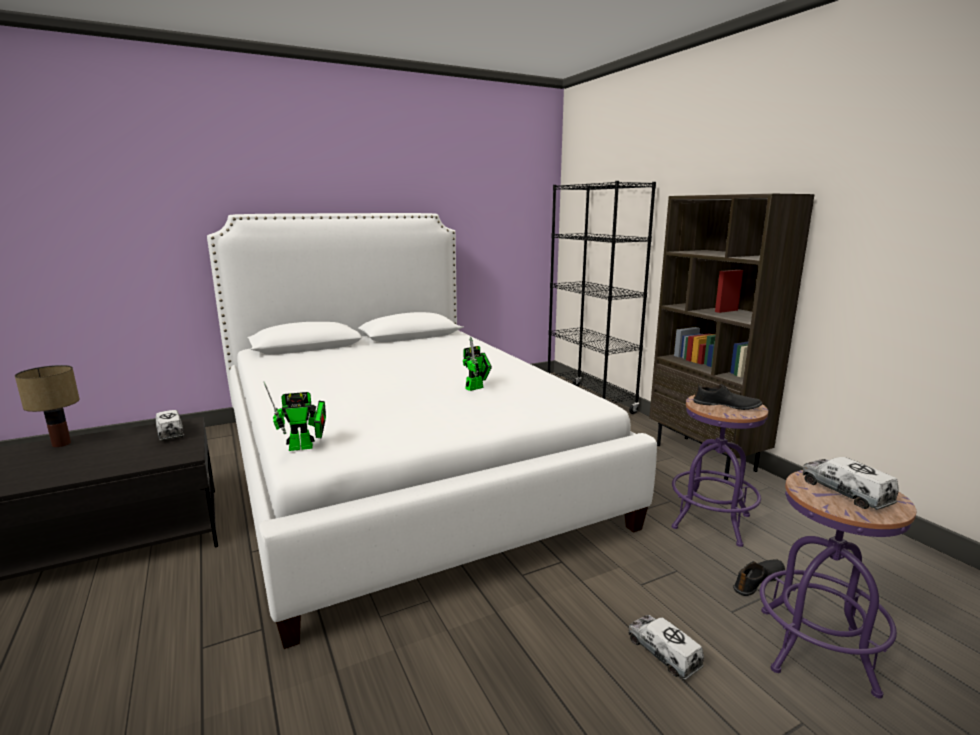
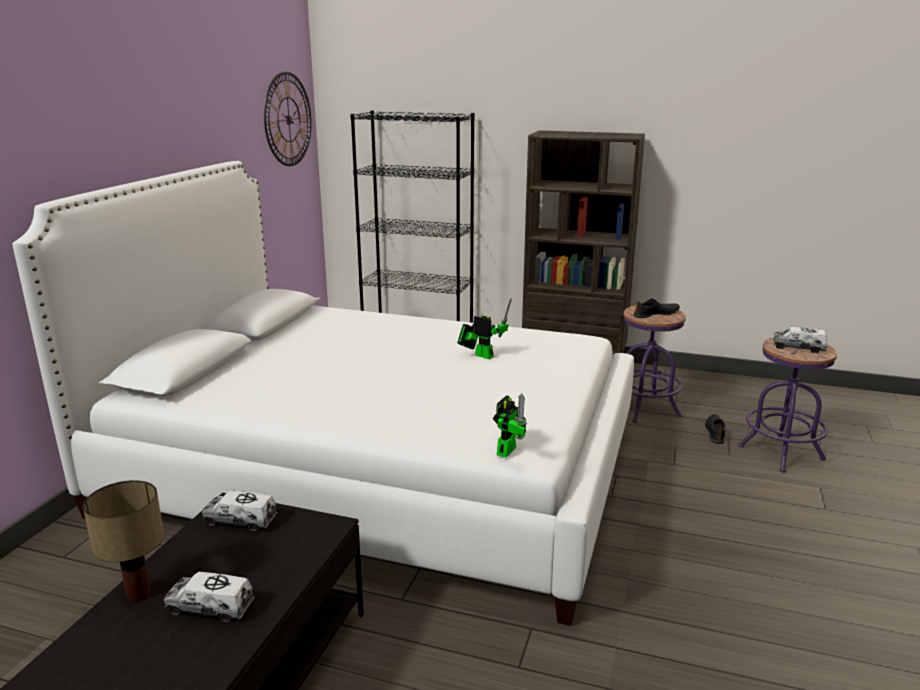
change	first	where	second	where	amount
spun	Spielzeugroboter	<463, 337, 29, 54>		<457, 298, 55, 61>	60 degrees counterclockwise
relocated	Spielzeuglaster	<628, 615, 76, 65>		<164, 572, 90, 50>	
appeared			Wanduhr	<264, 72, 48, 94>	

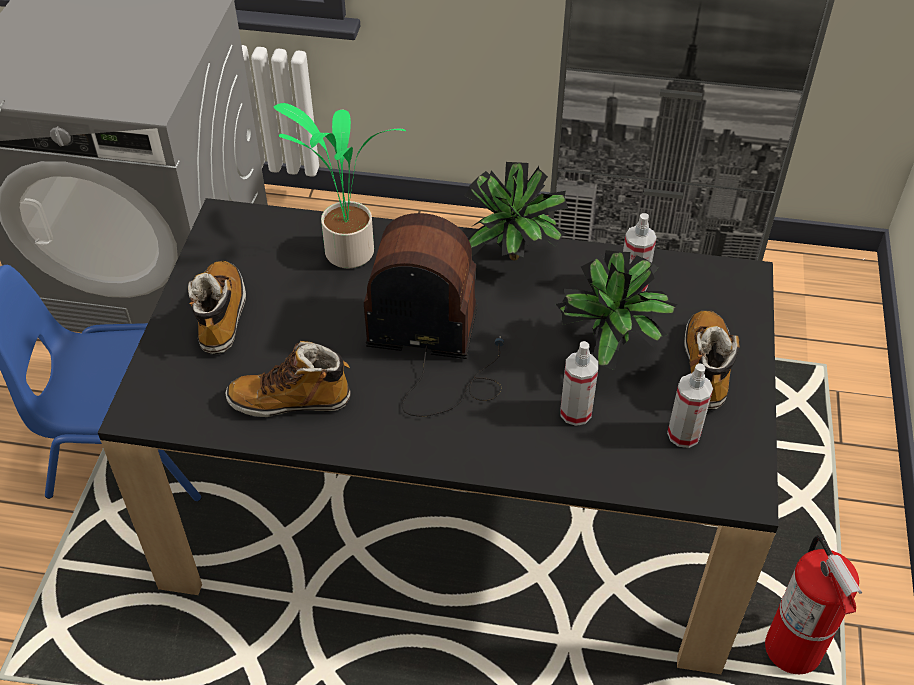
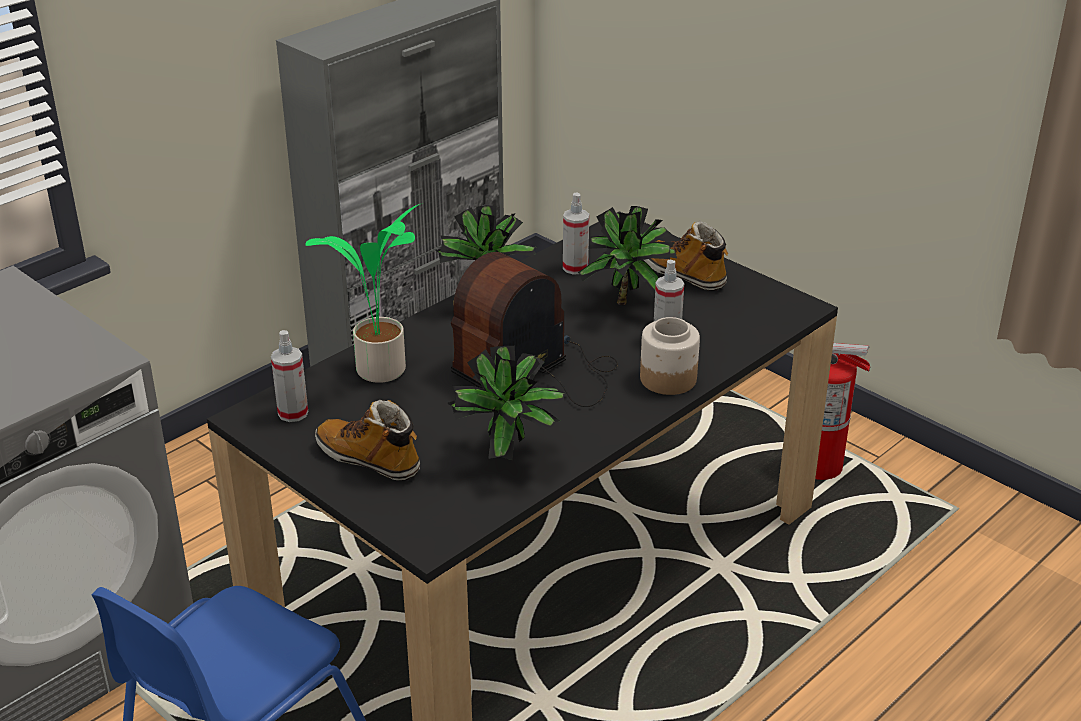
change	first	where	second	where	amount
exchanged	Stiefel	<225, 341, 126, 76>	Topfpflanze	<447, 346, 119, 114>	
relocated	Sprühflasche	<667, 363, 46, 85>		<271, 330, 37, 92>	
appeared			Vorratsglas	<640, 317, 60, 78>	

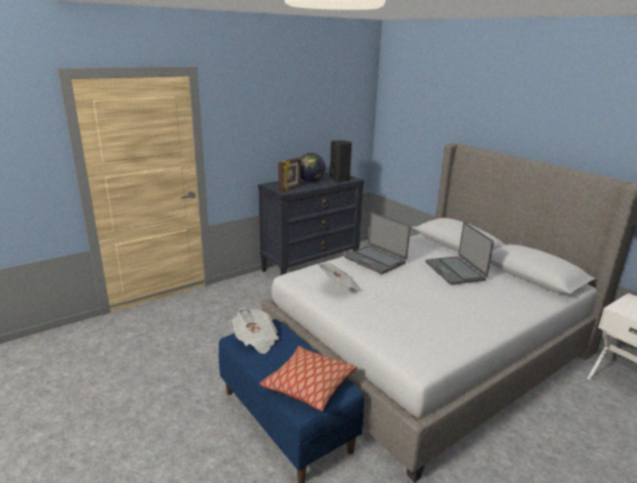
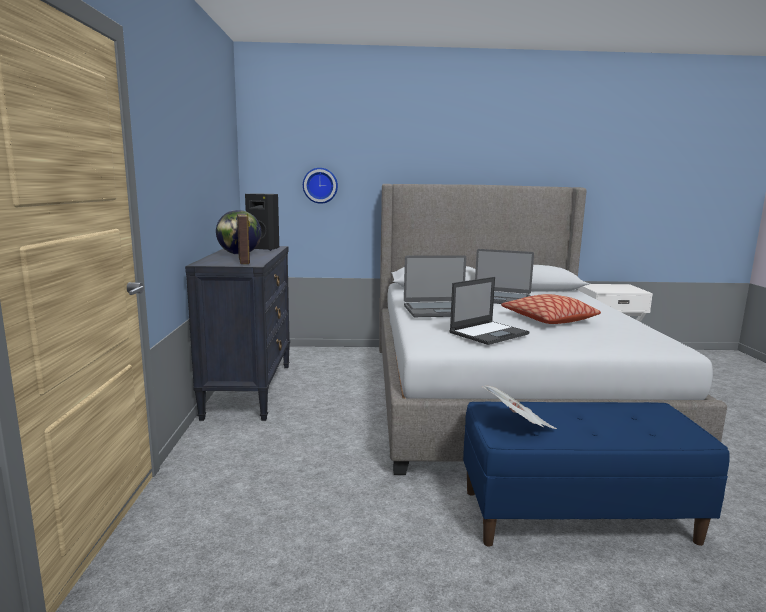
change	first	where	second	where	amount
relocated	Kissen	<260, 346, 97, 65>		<501, 294, 100, 30>	
exchanged	Zeitung	<318, 263, 44, 27>	Laptop	<449, 277, 81, 68>	
appeared			Wanduhr	<303, 168, 35, 36>	

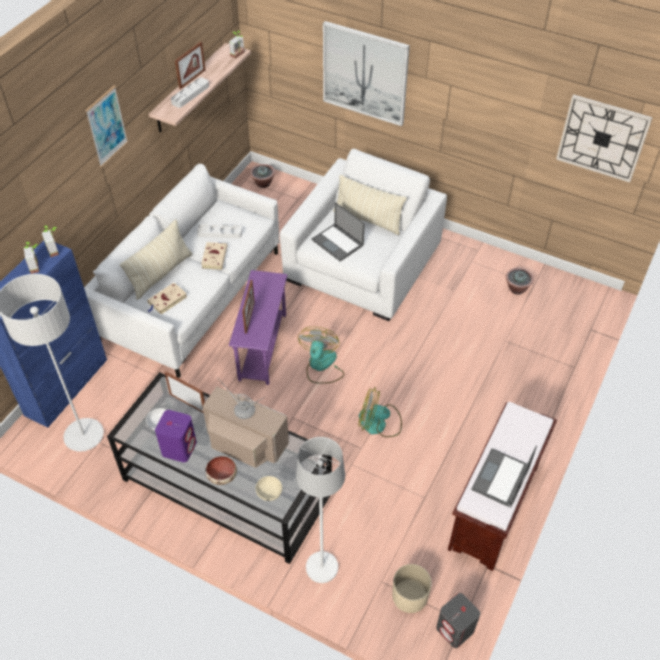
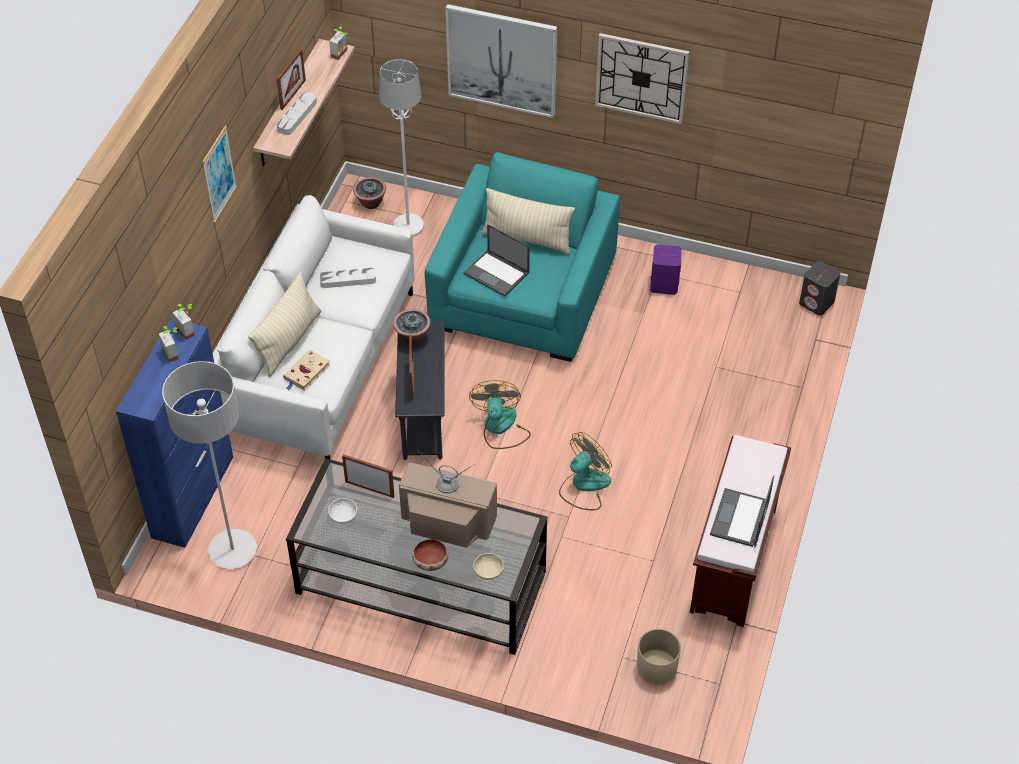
change	first	where	second	where	amount
relocated	Lautsprecher/lila	<155, 410, 41, 52>		<650, 245, 32, 50>	
missing	Buch/beige	<201, 242, 27, 28>			
colour	Beistelltisch/lila	<229, 270, 58, 115>	Beistelltisch/grau	<395, 321, 49, 139>	
colour	Sessel/weiß	<280, 149, 167, 172>	Sessel/türkis	<425, 152, 195, 210>	
relocated	Stehlampe/weiß	<296, 437, 49, 146>		<379, 59, 45, 178>	
spun	Ventilator	<358, 387, 44, 50>		<559, 432, 53, 78>	135 degrees clockwise
relocated	Lautsprecher/grau	<436, 593, 44, 55>		<799, 261, 41, 54>	
relocated	Topfpflanze	<506, 268, 28, 27>		<393, 309, 38, 36>	
relocated	Wanduhr	<556, 94, 97, 89>		<595, 33, 95, 91>	

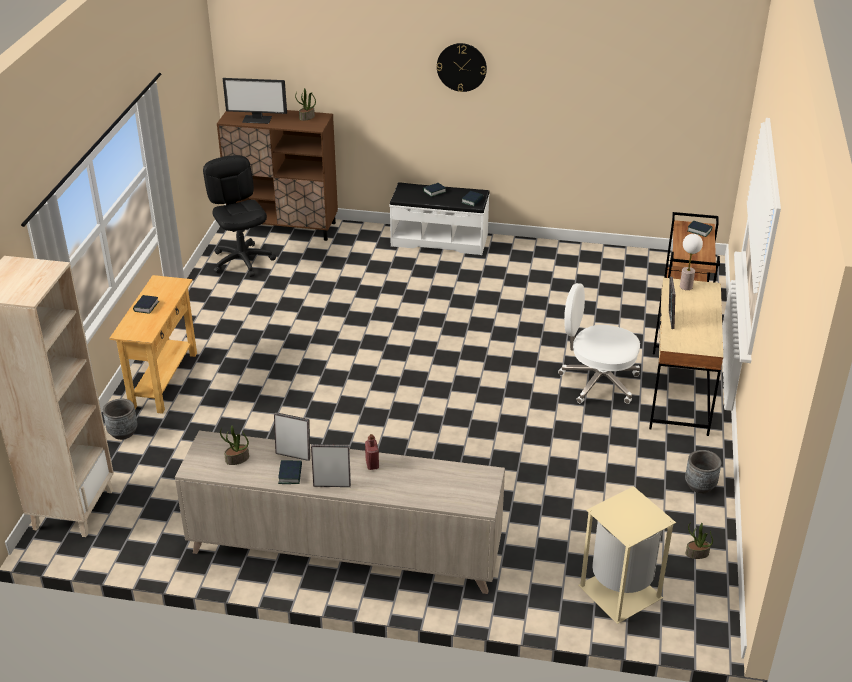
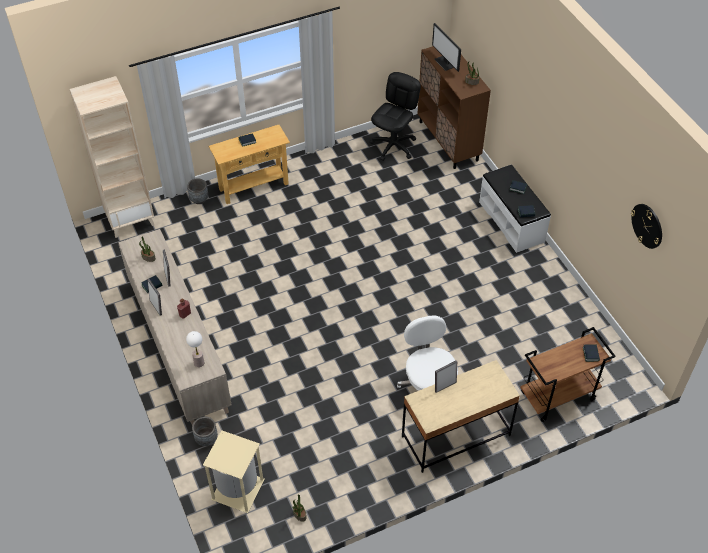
change	first	where	second	where	amount
relocated	Wanduhr	<437, 43, 50, 49>		<631, 204, 31, 45>	
relocated	Tischlampe	<680, 234, 23, 56>		<186, 331, 18, 36>	
relocated	Pflanzkübel/grau	<685, 450, 36, 43>		<192, 417, 26, 29>	

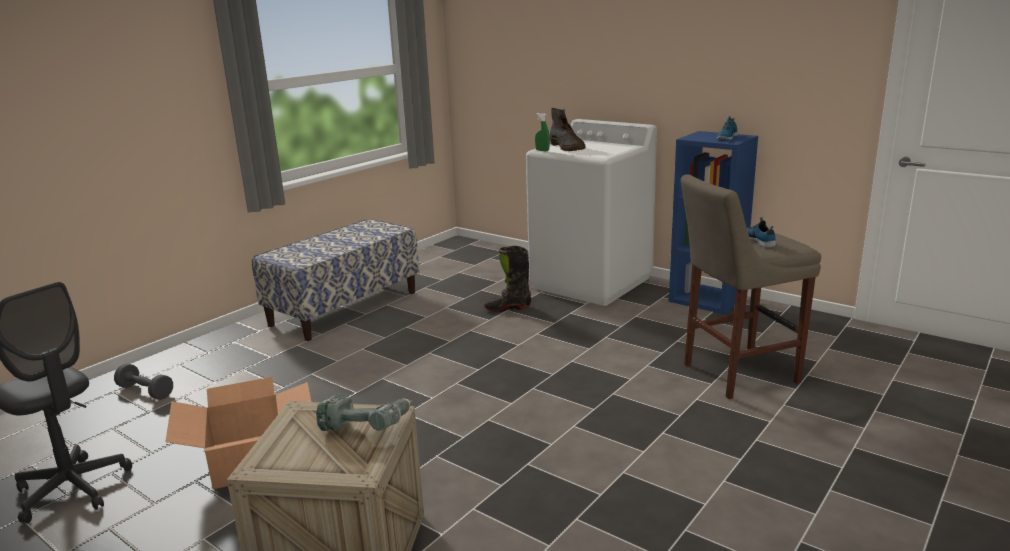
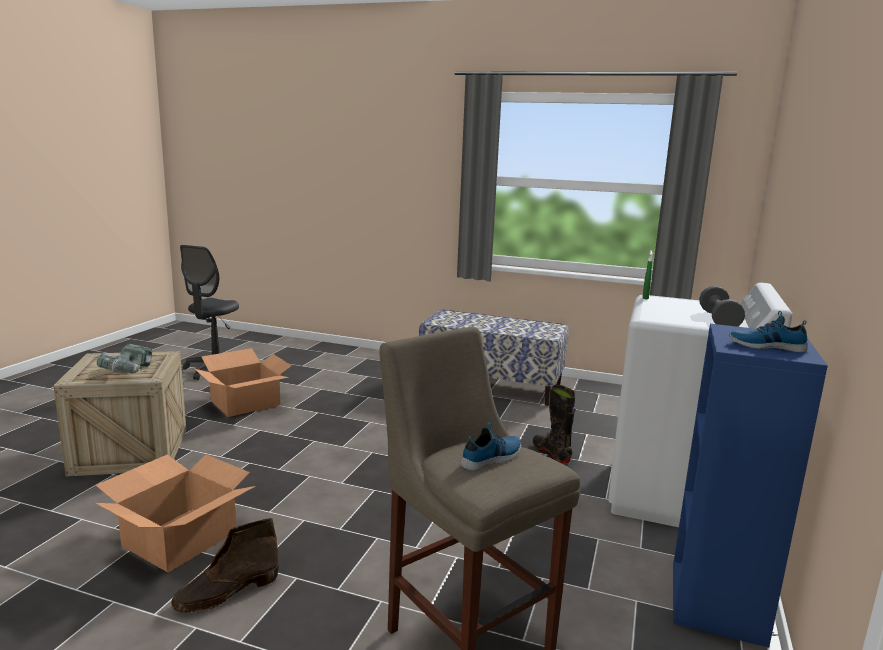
change	first	where	second	where	amount
relocated	Hantel/grau	<114, 363, 59, 37>		<699, 286, 46, 41>	
relocated	Stiefel/braun	<550, 108, 36, 43>		<171, 518, 108, 95>	
appeared			Karton	<95, 454, 161, 119>	

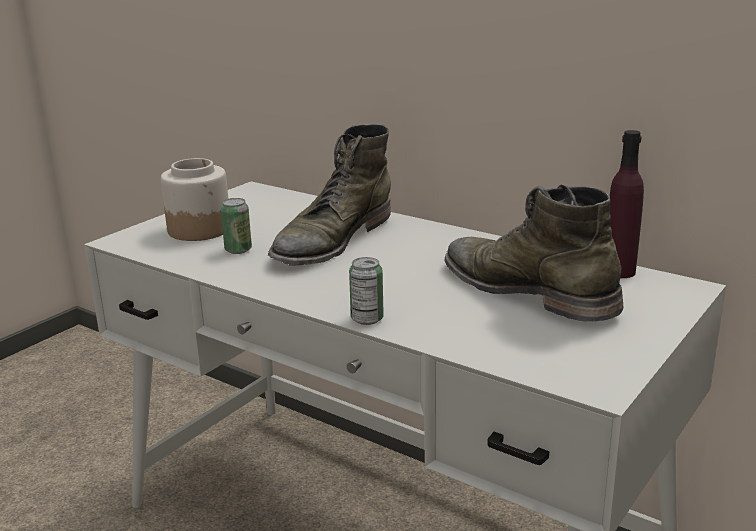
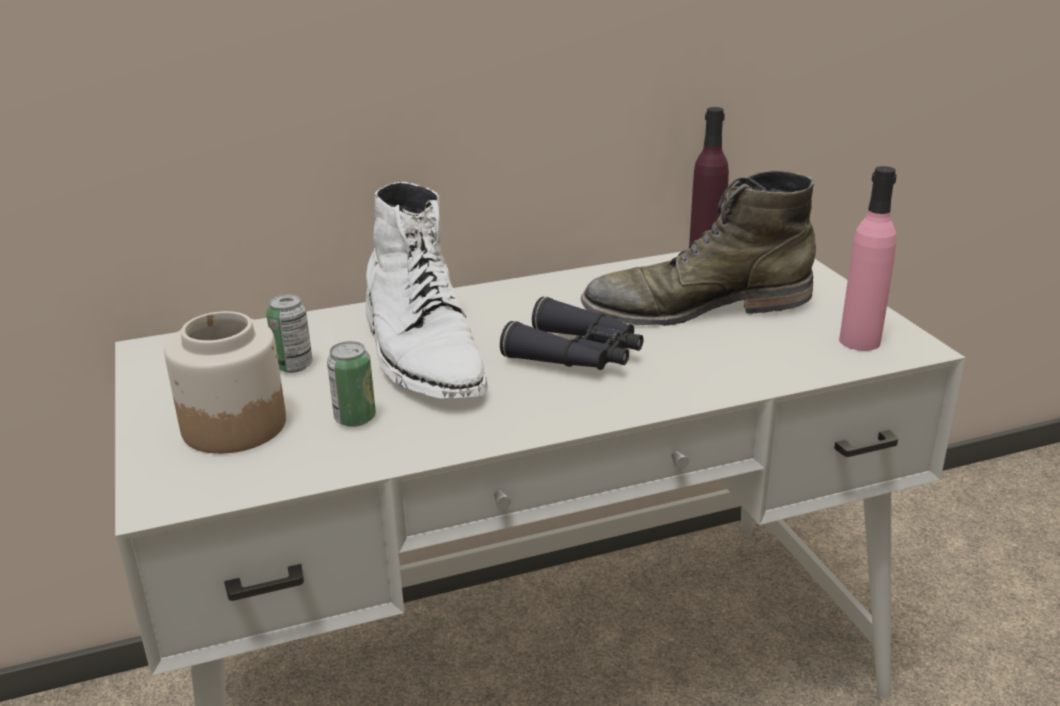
change	first	where	second	where	amount
colour	Stiefel/grün	<268, 124, 123, 142>	Stiefel/weiß	<366, 182, 122, 217>	
relocated	Dose	<349, 257, 35, 68>		<266, 294, 47, 79>	
appeared			Fernglas/schwarz	<500, 297, 144, 73>	
appeared			Flasche/rosa	<839, 166, 58, 185>	

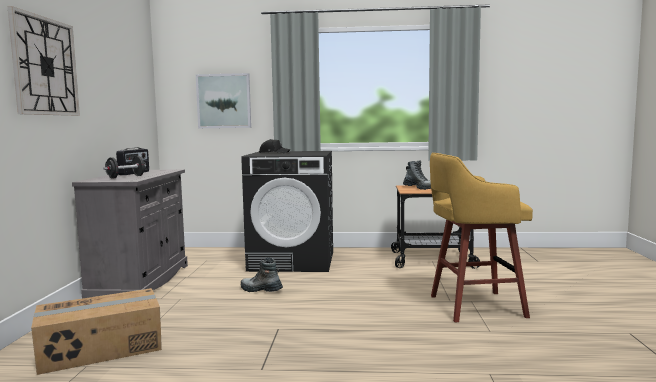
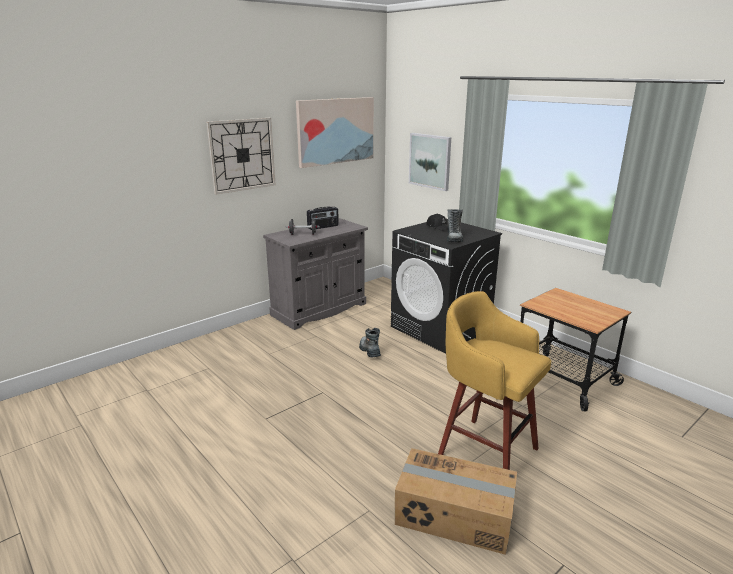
change	first	where	second	where	amount
relocated	Karton	<31, 288, 131, 87>		<395, 448, 122, 107>	
relocated	Stiefel	<403, 160, 28, 30>		<447, 209, 16, 33>	
appeared			Bild	<296, 97, 78, 71>	

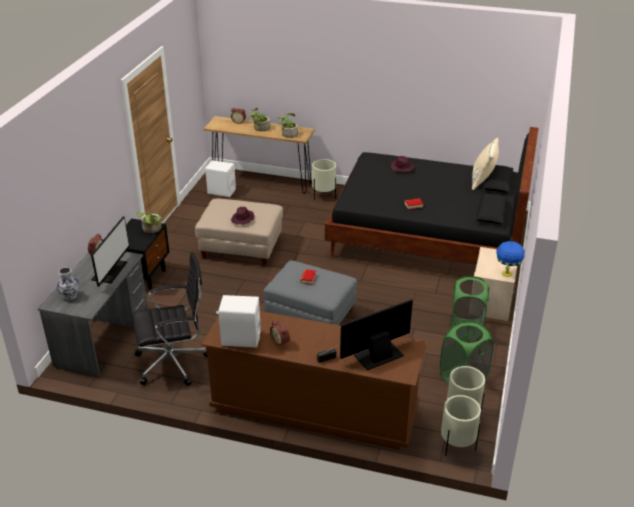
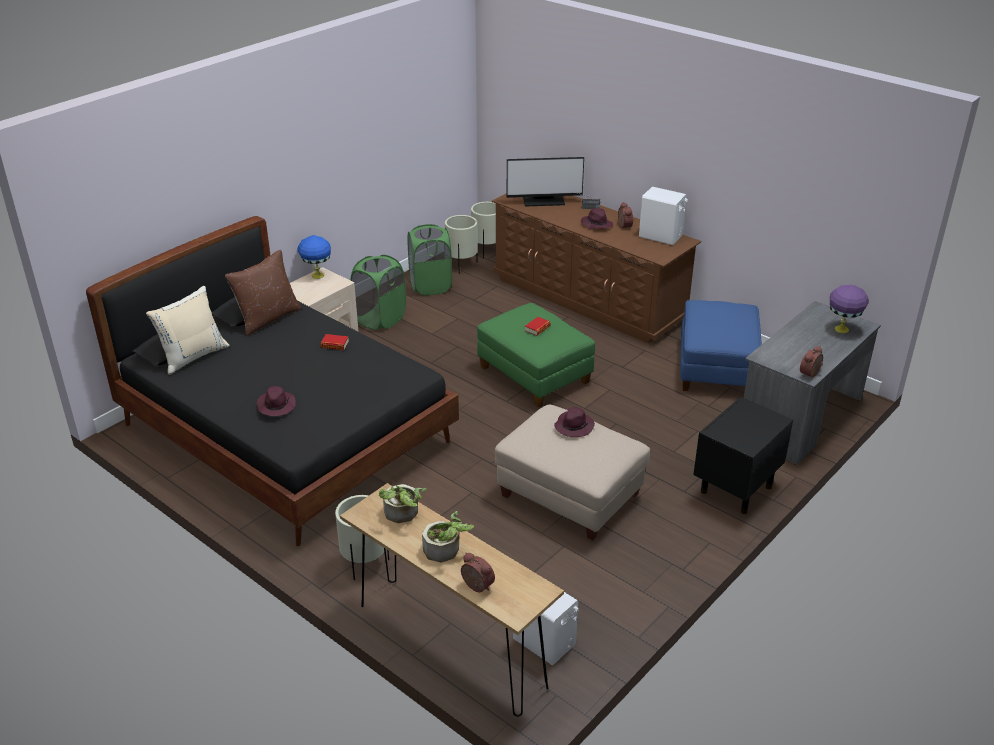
change	first	where	second	where	amount
exchanged	Vase	<57, 267, 22, 33>	Tischlampe/lila	<830, 285, 39, 48>	
missing	Monitor	<91, 217, 39, 69>			
exchanged	Bürostuhl/schwarz	<133, 252, 74, 134>	Polsterhocker/blau	<680, 300, 82, 91>	
missing	Topfpflanze	<137, 211, 25, 22>			
colour	Polsterhocker/grau	<263, 260, 94, 65>	Polsterhocker/grün	<477, 303, 118, 105>	
appeared			Kissen/braun	<225, 250, 76, 86>	
appeared			Hut/lila	<581, 208, 32, 21>	

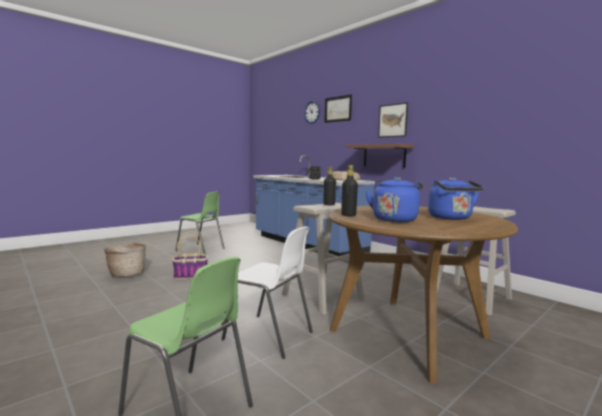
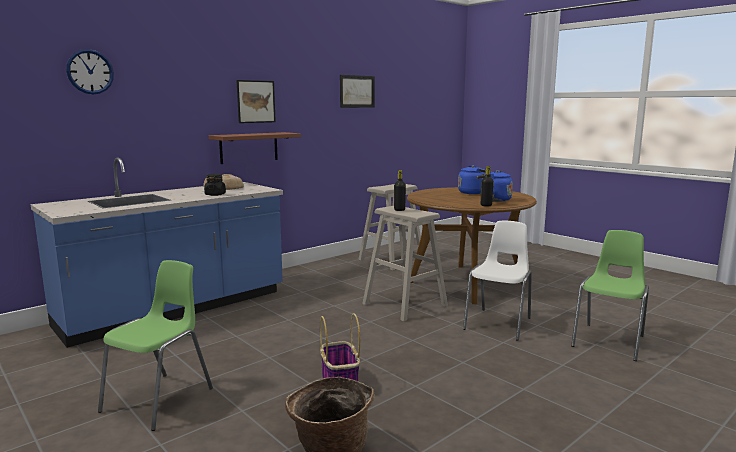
change	first	where	second	where	amount
relocated	Bild	<324, 94, 28, 29>		<340, 75, 35, 33>	

